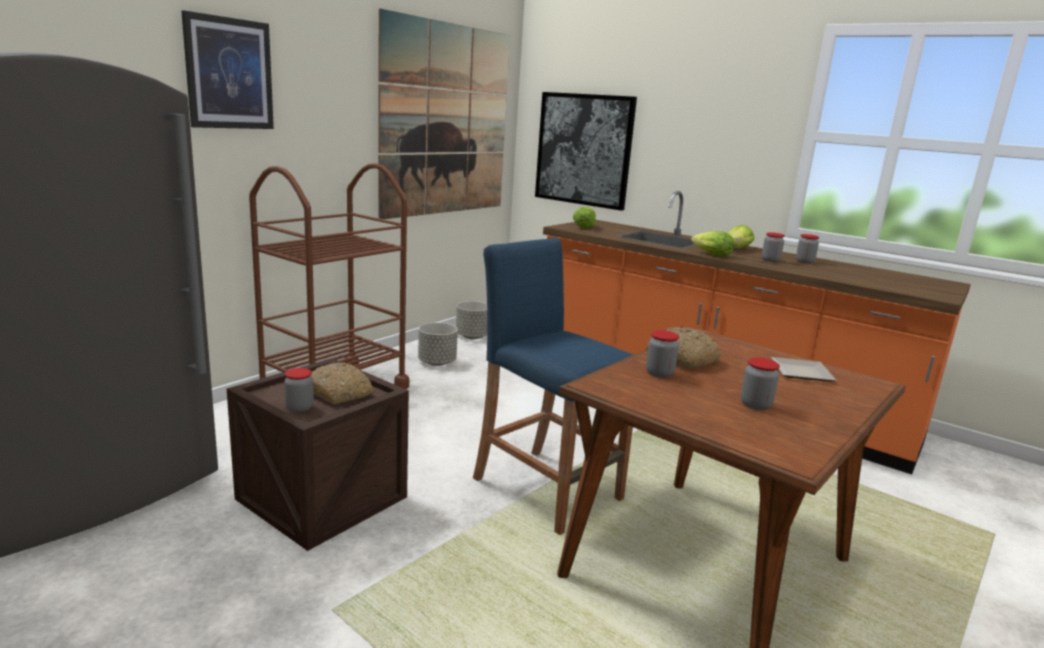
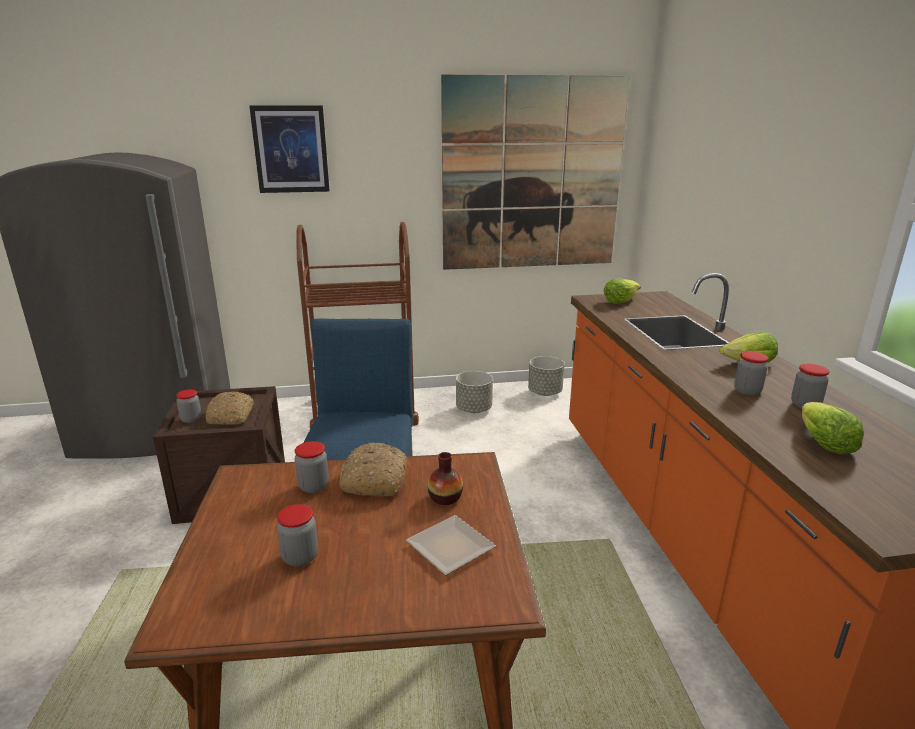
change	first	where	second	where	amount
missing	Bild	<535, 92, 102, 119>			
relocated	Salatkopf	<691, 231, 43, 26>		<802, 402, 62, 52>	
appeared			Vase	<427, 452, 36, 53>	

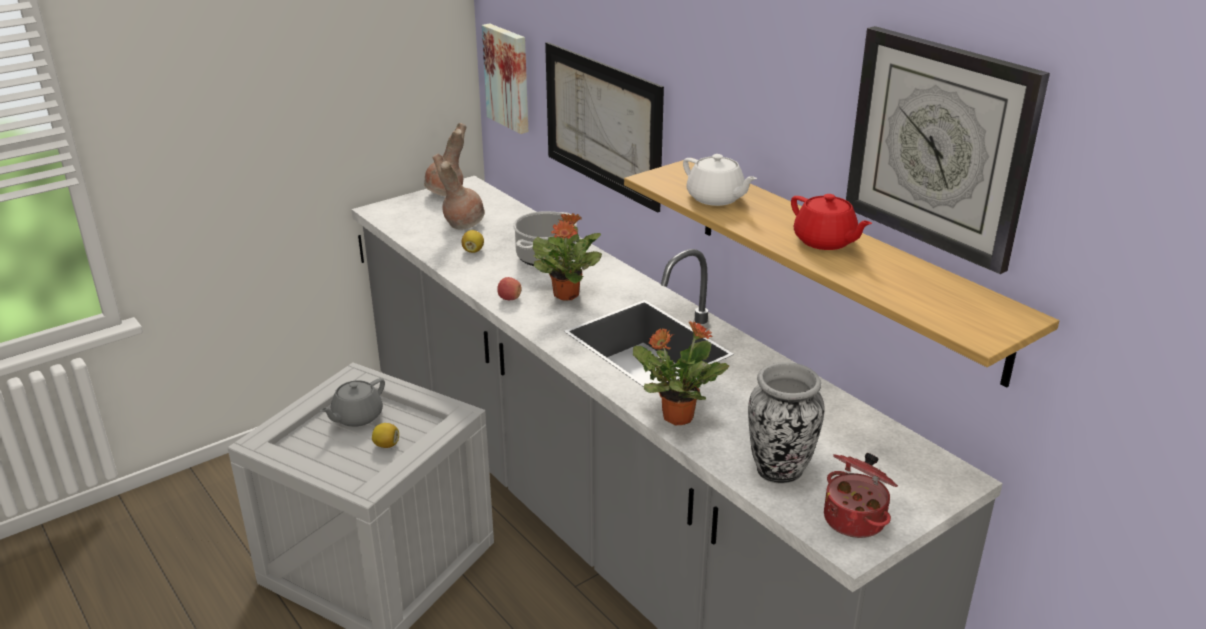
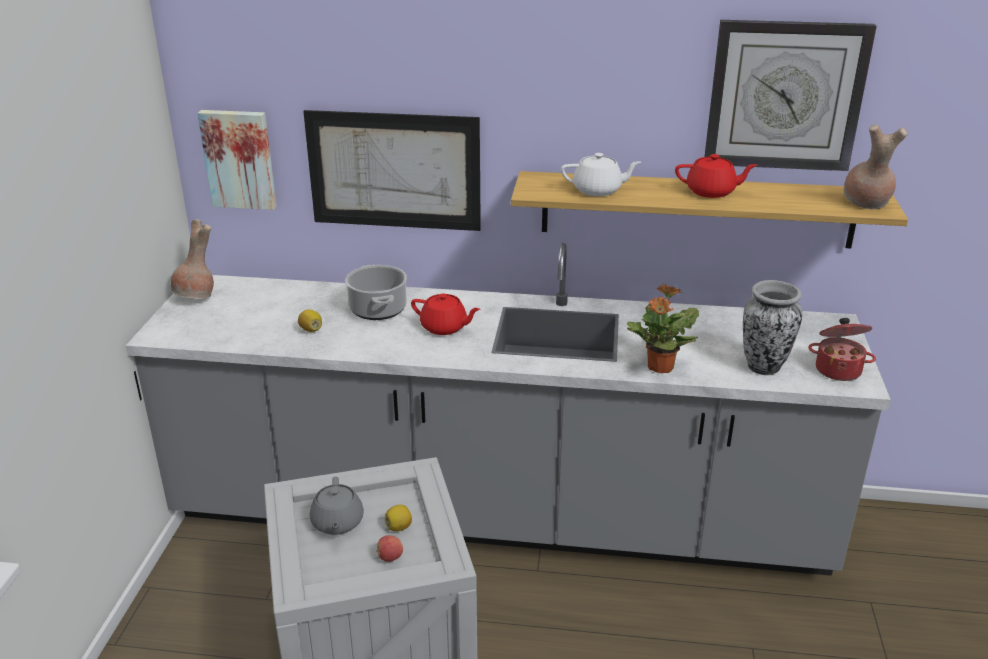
change	first	where	second	where	amount
relocated	Vase/braun	<432, 154, 53, 76>		<843, 124, 65, 85>	
relocated	Apfel	<497, 277, 25, 23>		<377, 535, 26, 27>	
exchanged	Topfpflanze	<533, 213, 69, 88>	Teekanne/rot	<411, 294, 69, 41>	

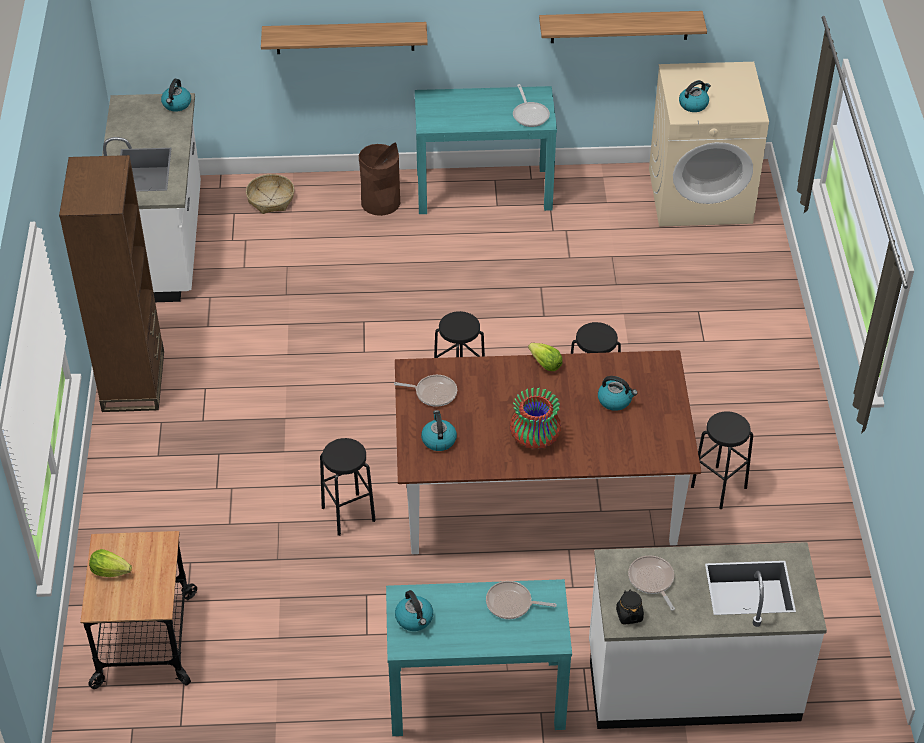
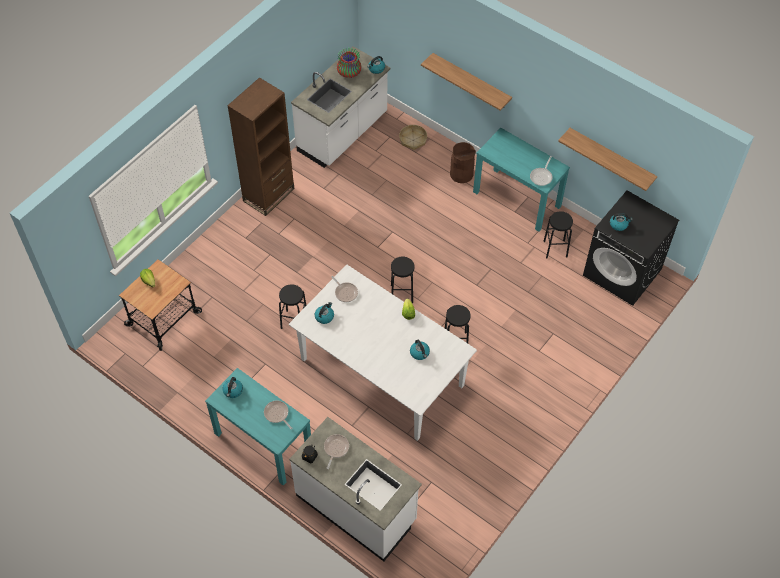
change	first	where	second	where	amount
colour	Esstisch/braun	<395, 350, 306, 204>	Esstisch/weiß	<289, 265, 188, 176>	
relocated	Vase	<510, 387, 51, 62>		<337, 48, 25, 30>	
colour	Waschmaschine/beige	<649, 62, 120, 165>	Waschmaschine/schwarz	<583, 190, 96, 116>	
relocated	Hocker/schwarz	<691, 411, 62, 98>		<543, 211, 30, 47>	

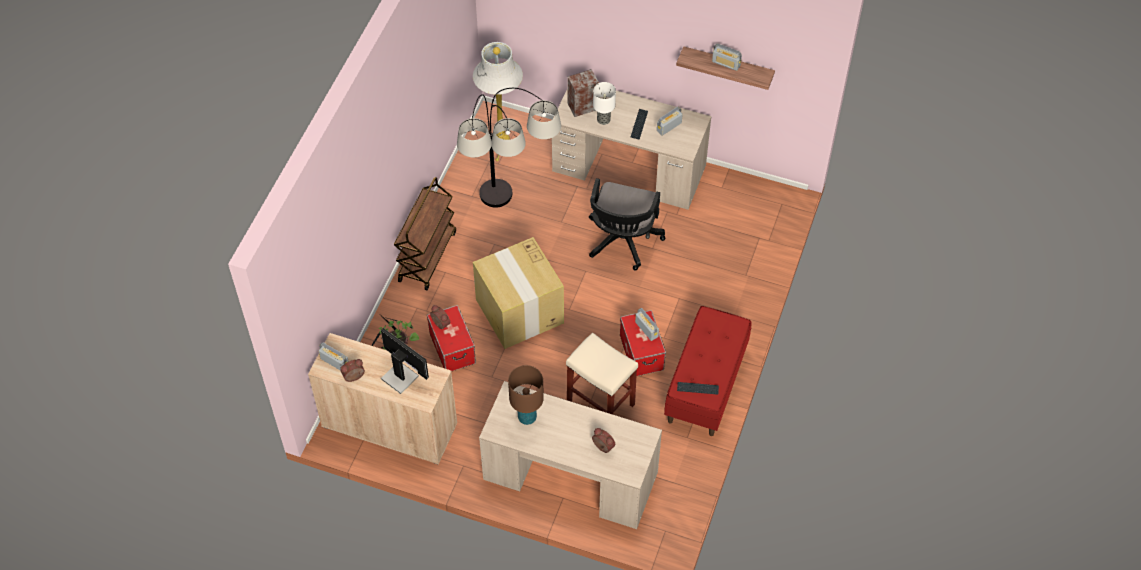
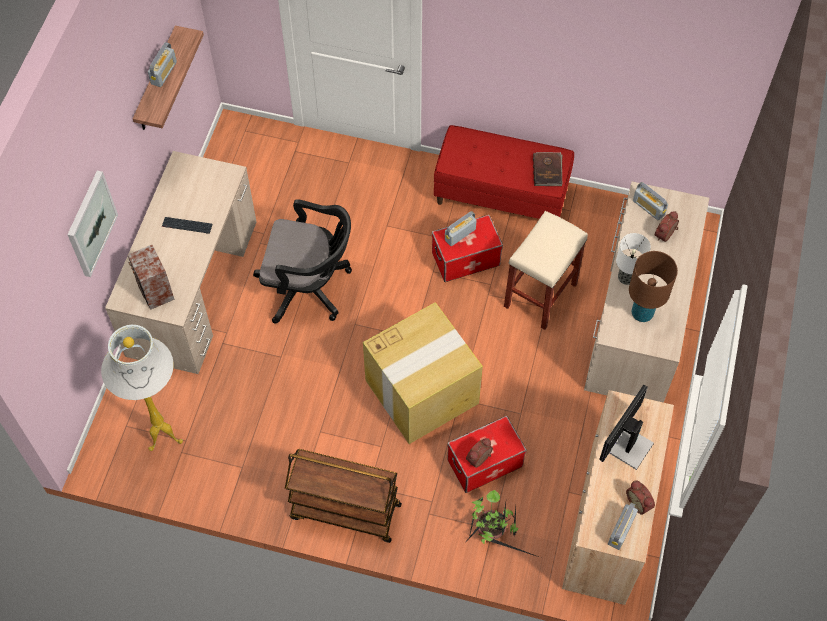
change	first	where	second	where	amount
missing	Stehlampe	<457, 88, 104, 120>			
relocated	Tischlampe	<593, 82, 23, 43>		<616, 233, 35, 52>	
relocated	Radio	<657, 107, 26, 29>		<633, 182, 35, 39>	
exchanged	Tastatur	<677, 382, 42, 13>	Buch/braun	<533, 152, 29, 34>	
appeared			Bild	<67, 170, 51, 107>	

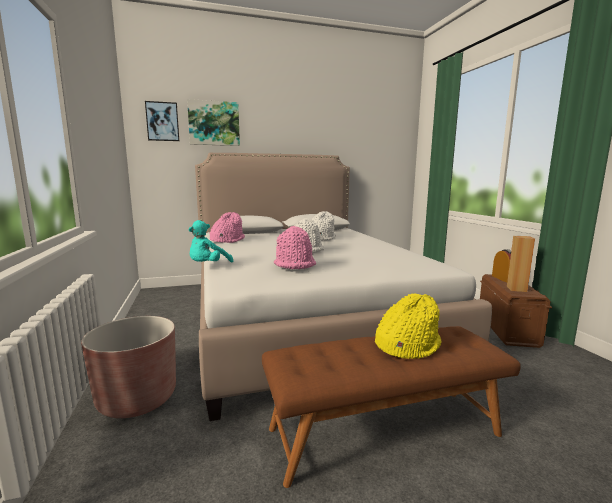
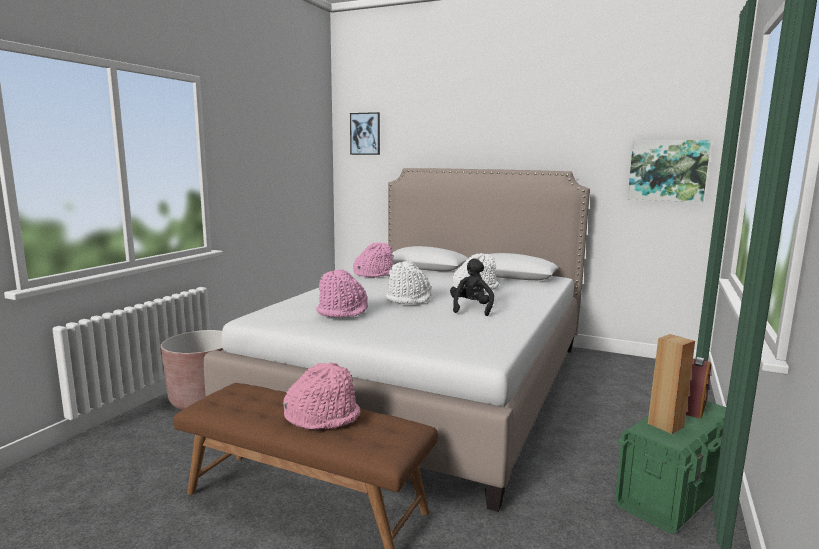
change	first	where	second	where	amount
relocated	Bild	<187, 99, 53, 47>		<628, 140, 83, 62>	
missing	Plüschtier/türkis	<189, 220, 44, 43>			
colour	Hut/gelb	<375, 294, 67, 65>	Hut/rosa	<283, 362, 78, 68>	
colour	Aufbewahrungsbox/braun	<480, 274, 72, 74>	Aufbewahrungsbox/grün	<615, 401, 111, 133>	
appeared			Plüschtier/schwarz	<450, 258, 44, 58>	

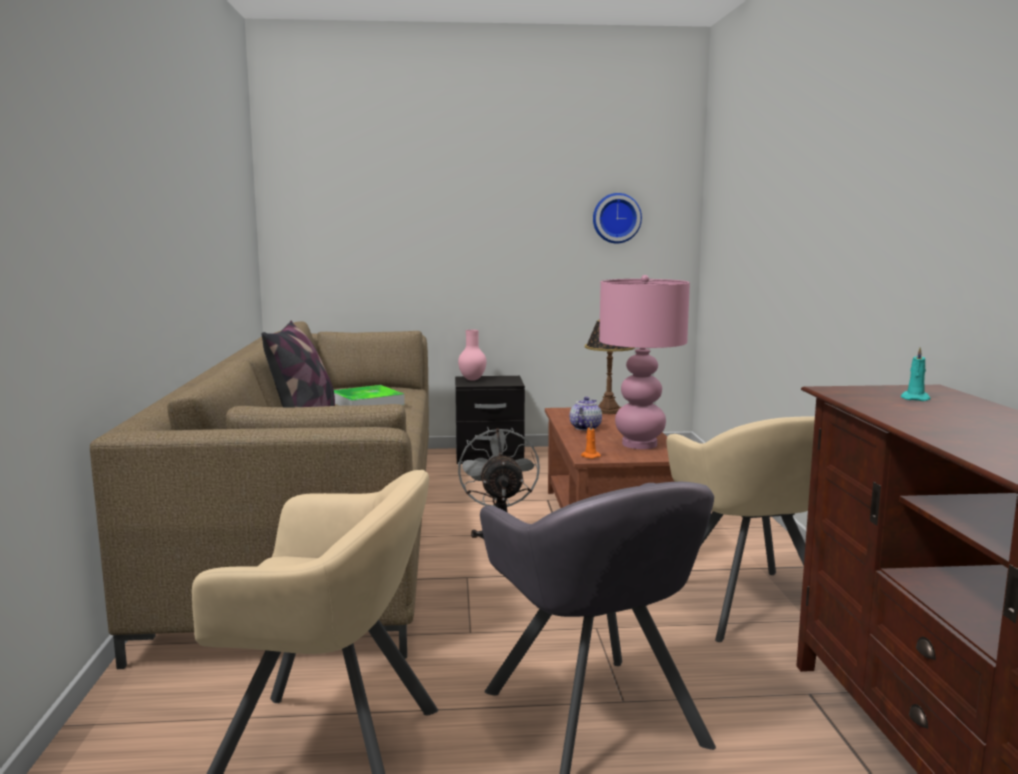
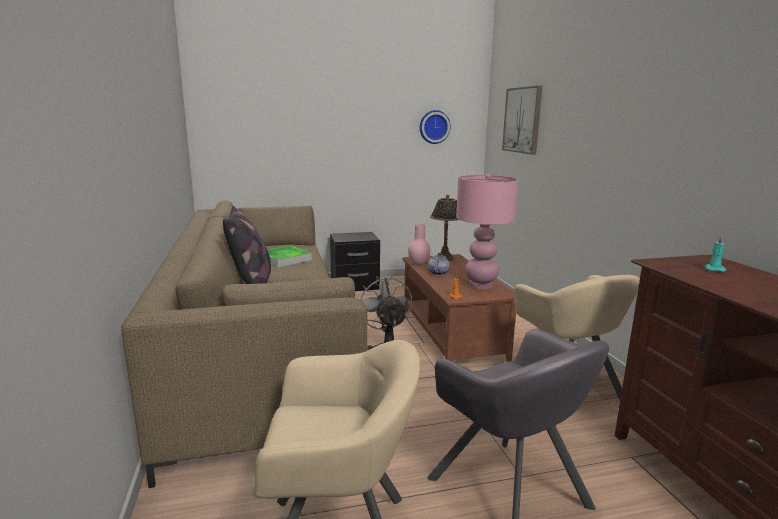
change	first	where	second	where	amount
relocated	Vase/rosa	<458, 330, 29, 51>		<408, 224, 23, 41>	
appeared			Bild	<502, 86, 40, 69>	

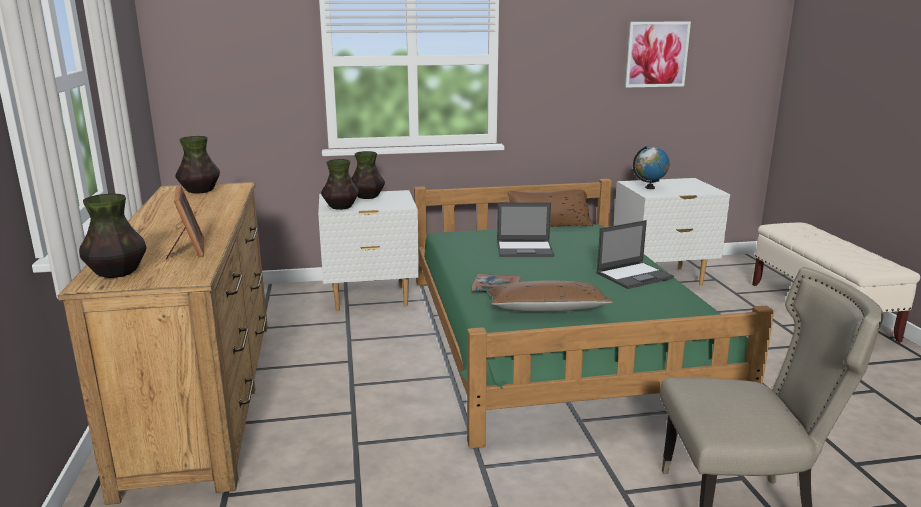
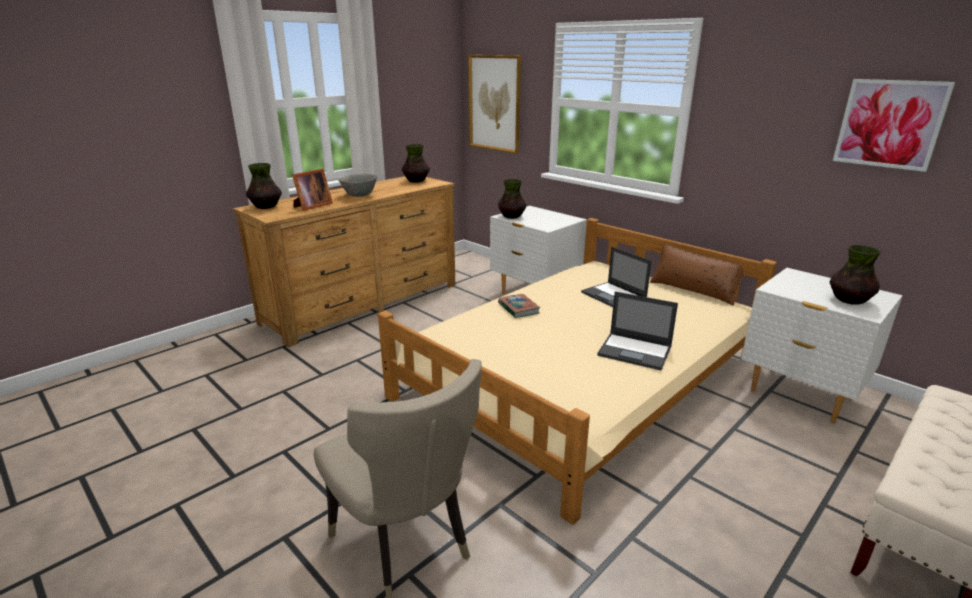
change	first	where	second	where	amount
relocated	Vase	<351, 151, 34, 48>		<830, 245, 51, 60>	
colour	Bett/grün	<414, 179, 360, 269>	Bett/beige	<378, 218, 399, 307>	
missing	Kissen/braun	<486, 280, 127, 32>			
missing	Globus	<633, 146, 37, 43>			
appeared			Schüssel/grau	<338, 174, 39, 23>	
appeared			Bild	<468, 55, 53, 98>	

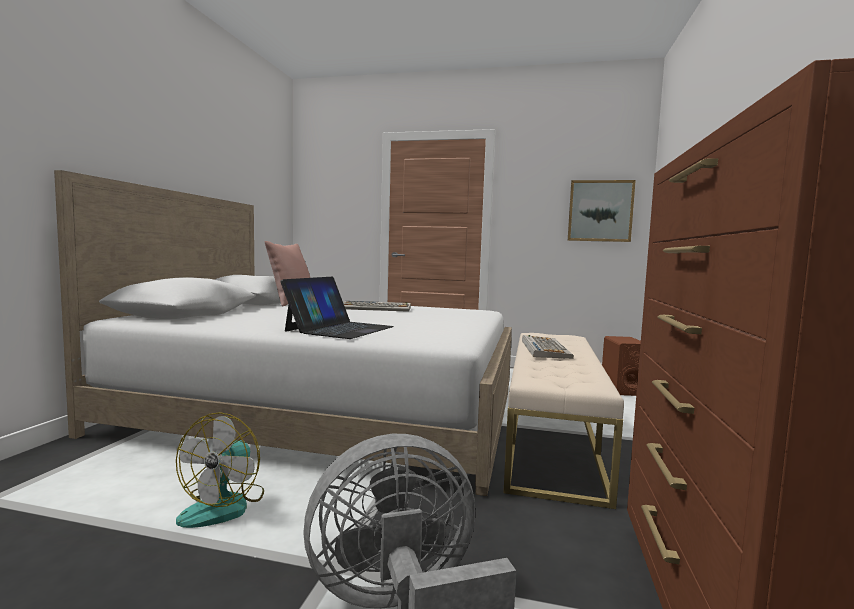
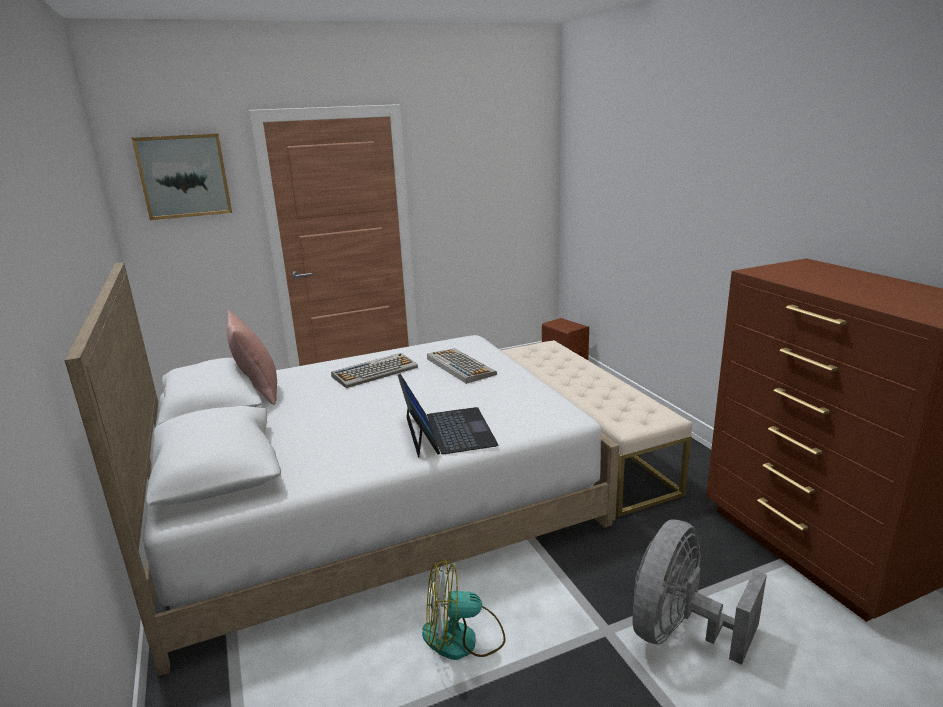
change	first	where	second	where	amount
spun	Ventilator	<176, 412, 88, 116>		<422, 559, 84, 101>	105 degrees clockwise
relocated	Tastatur	<522, 335, 52, 24>		<427, 348, 70, 36>	
relocated	Bild	<568, 180, 68, 62>		<132, 133, 100, 87>	

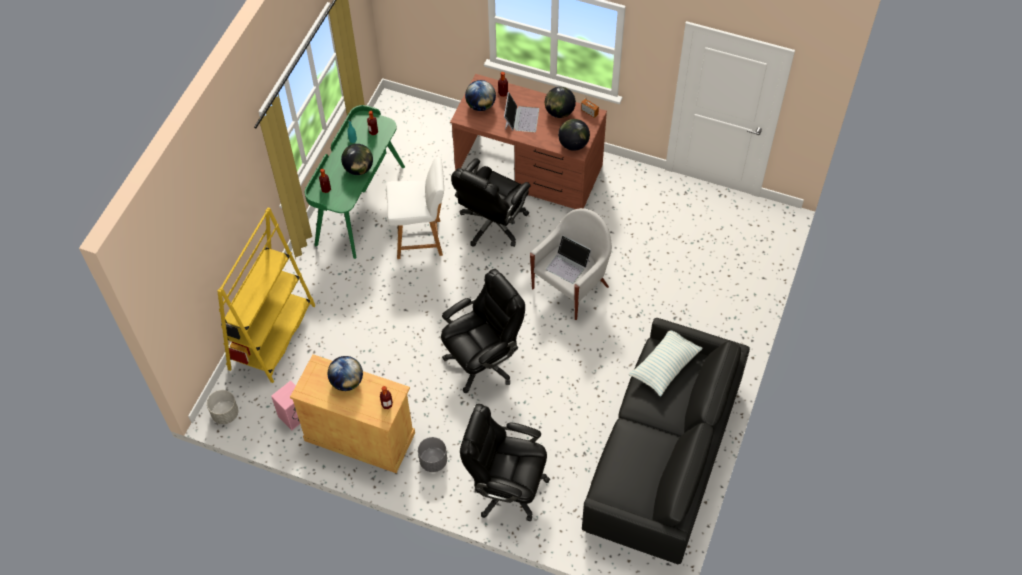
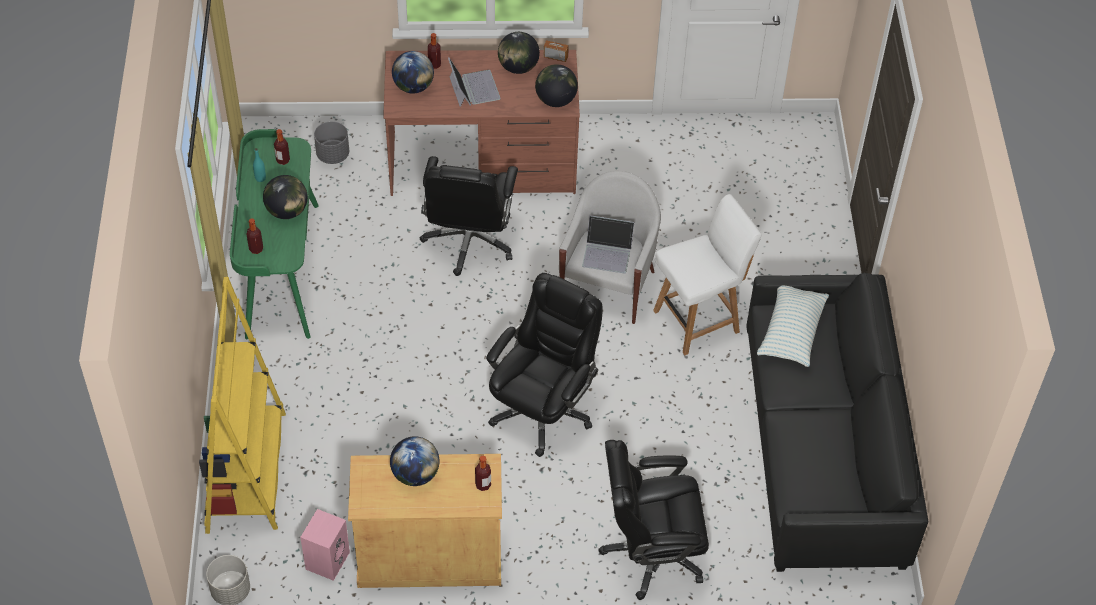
change	first	where	second	where	amount
relocated	Stuhl/weiß	<386, 157, 58, 102>		<653, 194, 109, 161>	
relocated	Pflanzkübel/grau	<418, 437, 29, 35>		<314, 121, 35, 43>	

